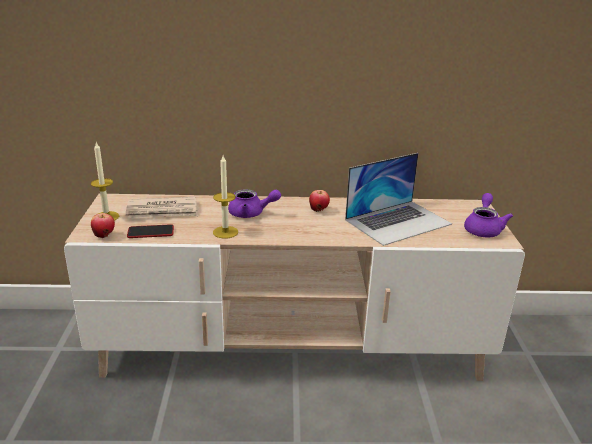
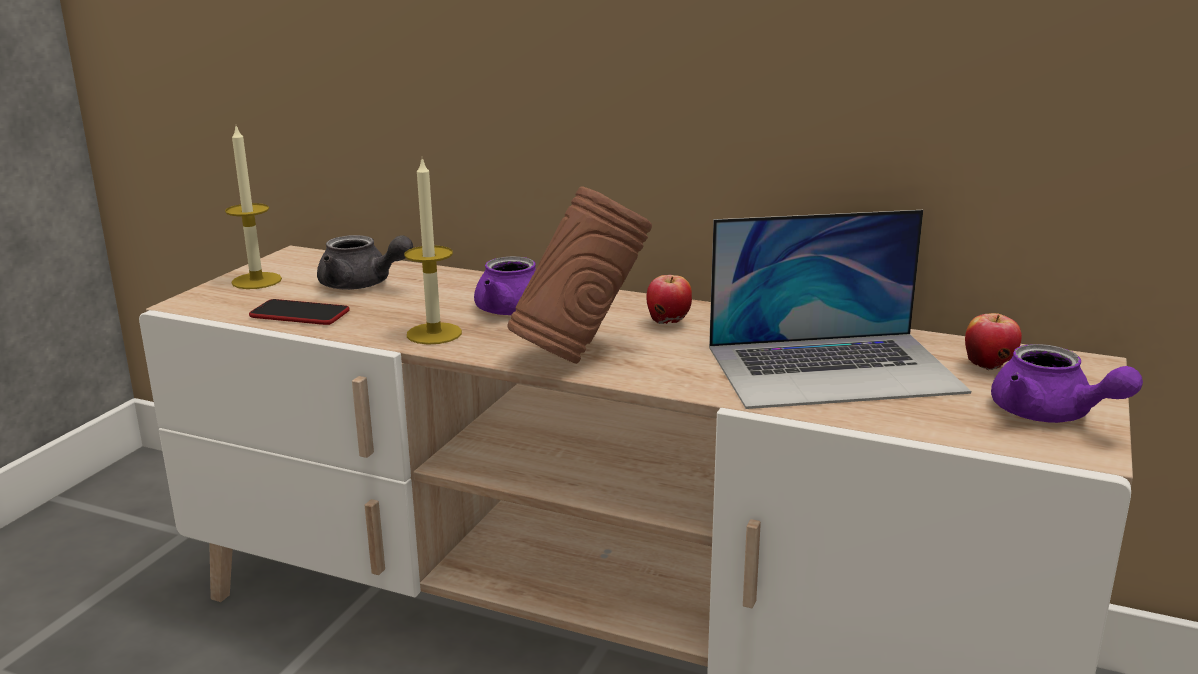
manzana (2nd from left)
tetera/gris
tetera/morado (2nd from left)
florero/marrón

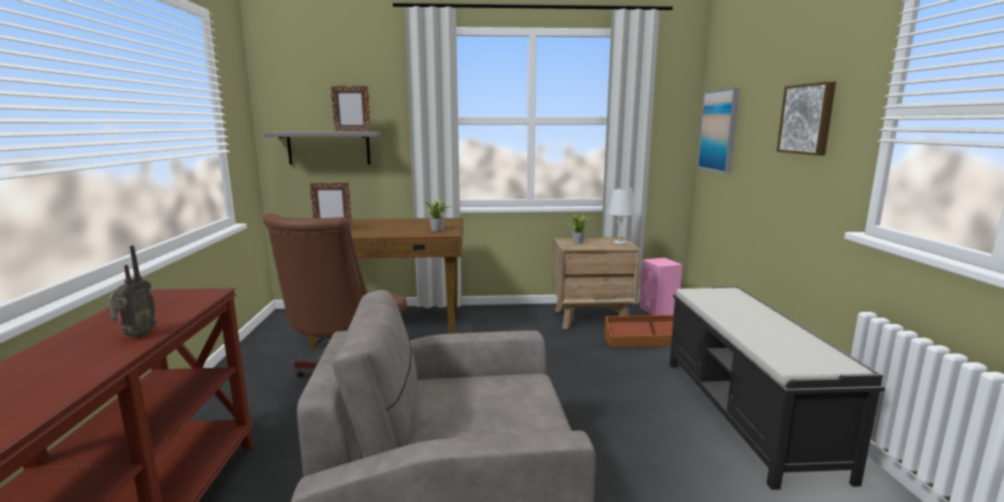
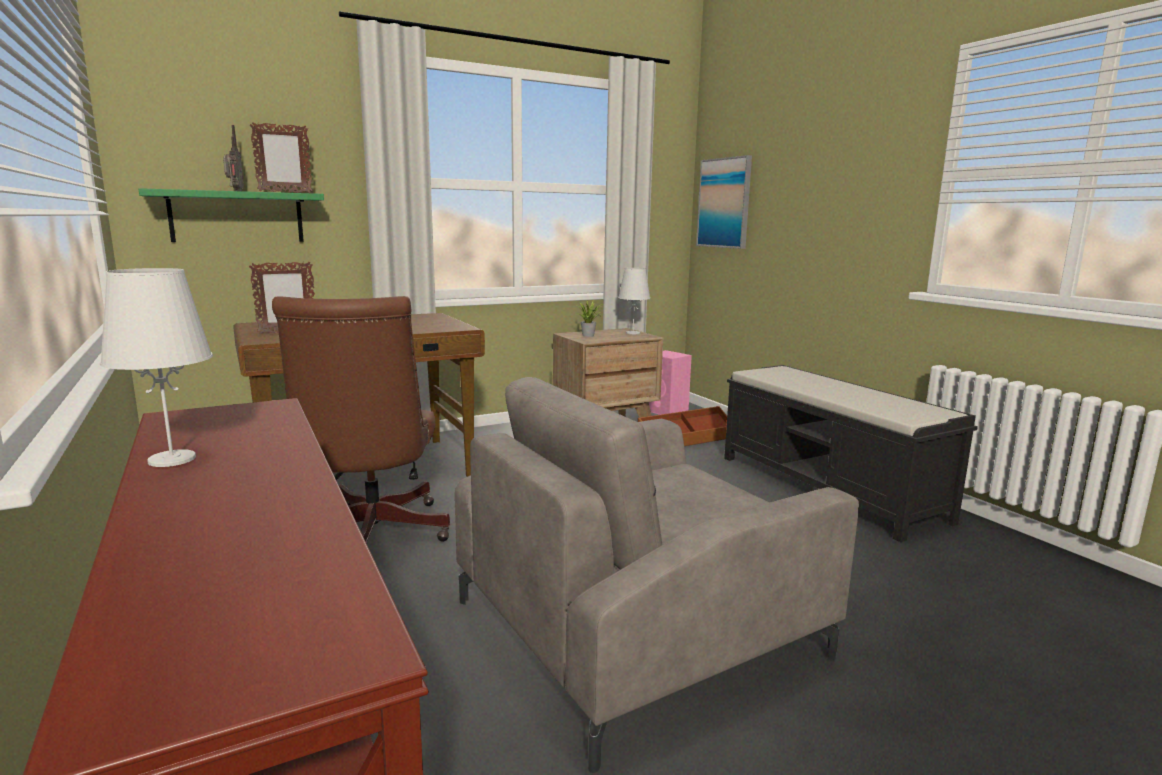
radio
estante/verde
planta en maceta (1st from left in the first image)
cuadro (2nd from left in the first image)
lámpara de mesa/blanco (1st from left)

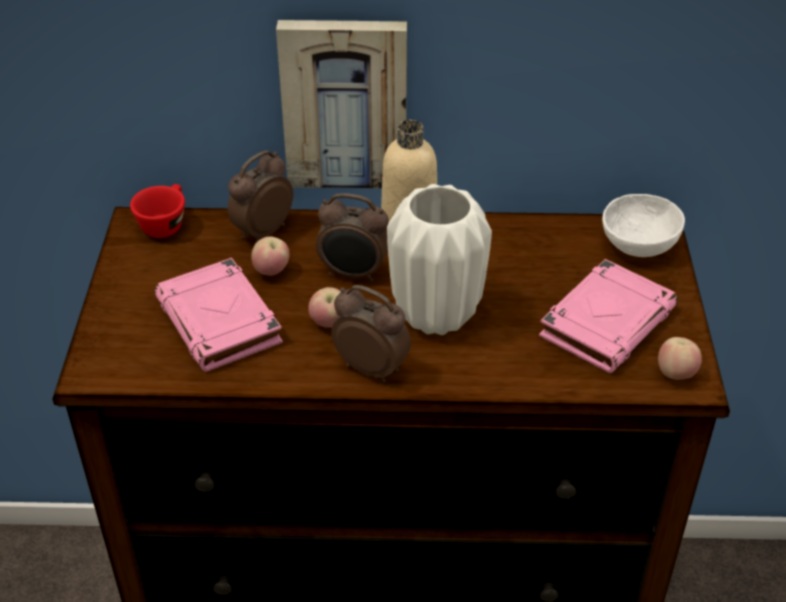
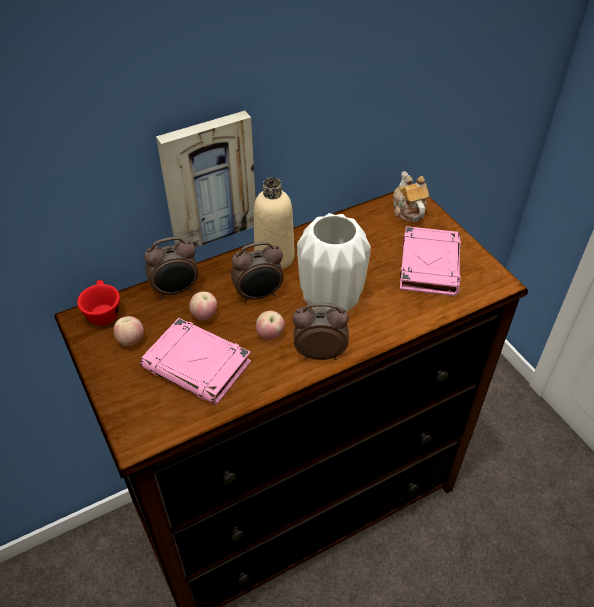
despertador (1st from left)
tetera
manzana (1st from left)

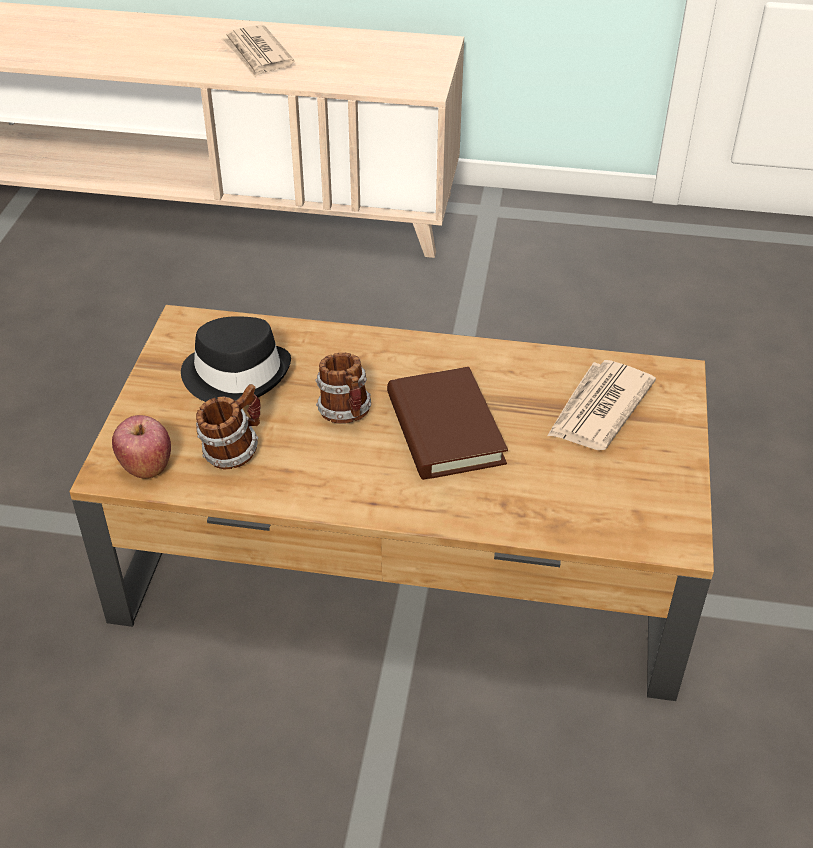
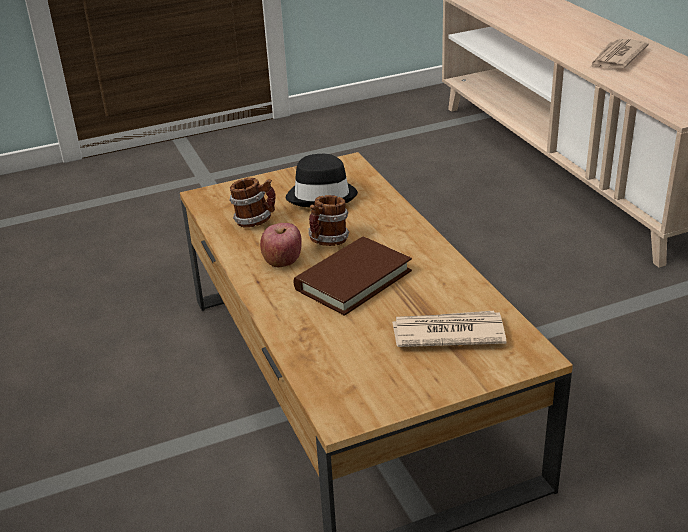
manzana

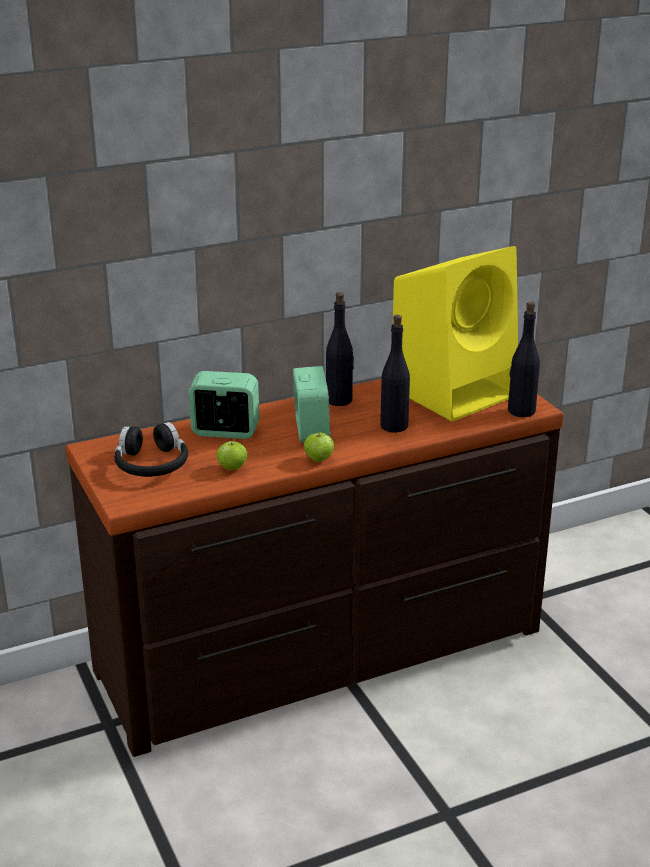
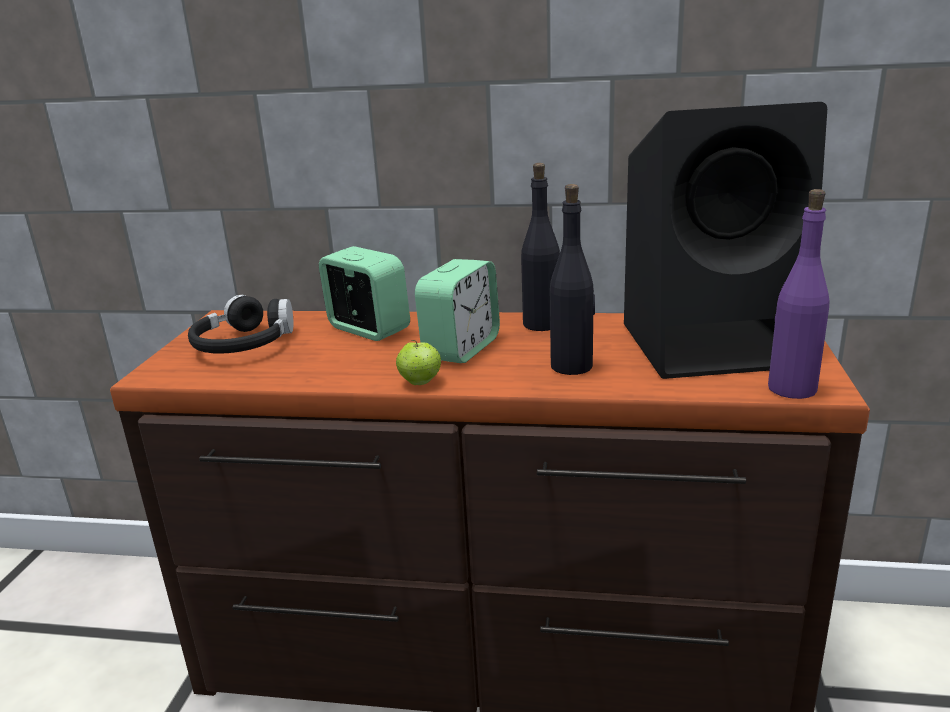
manzana (1st from left in the first image)
altavoz/negro
botella/morado

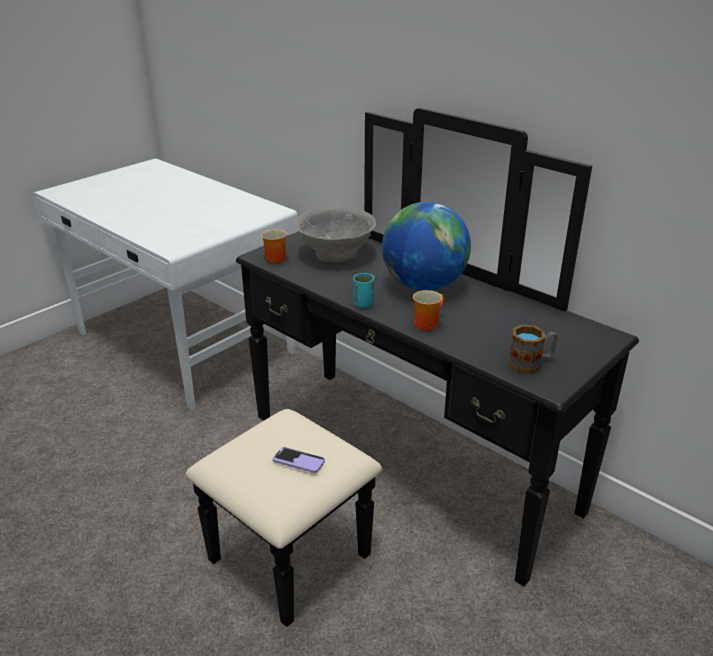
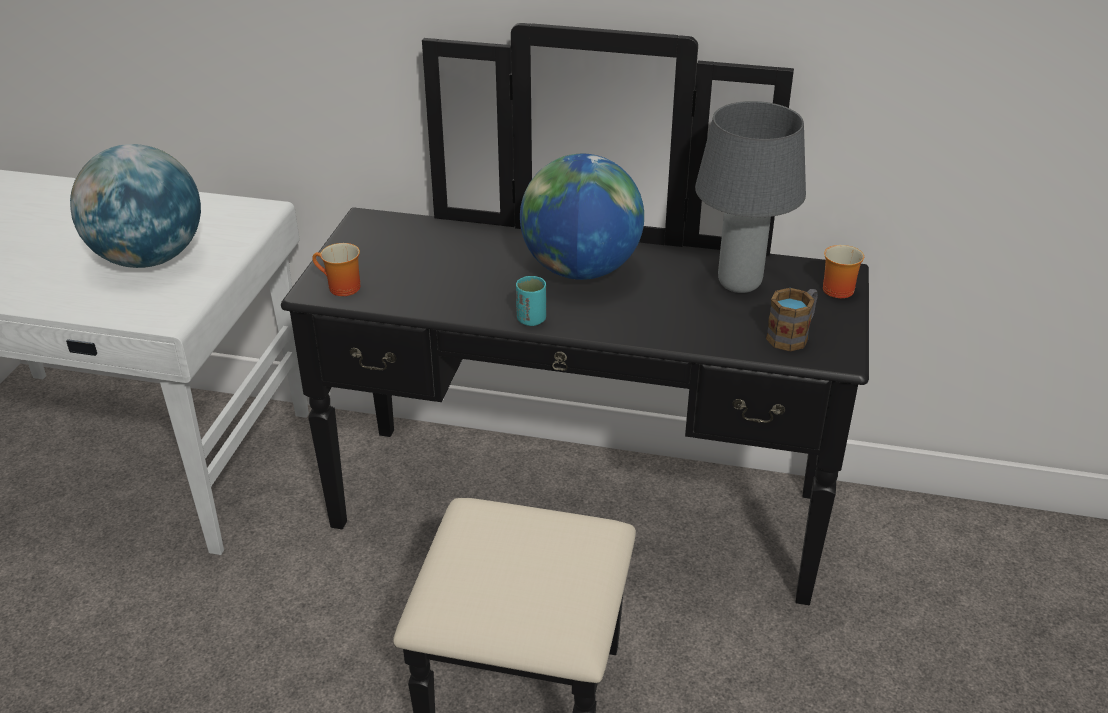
móvil
cuenco/gris
taza grande (3rd from left)
globo terráqueo (1st from left)
lámpara de mesa/gris

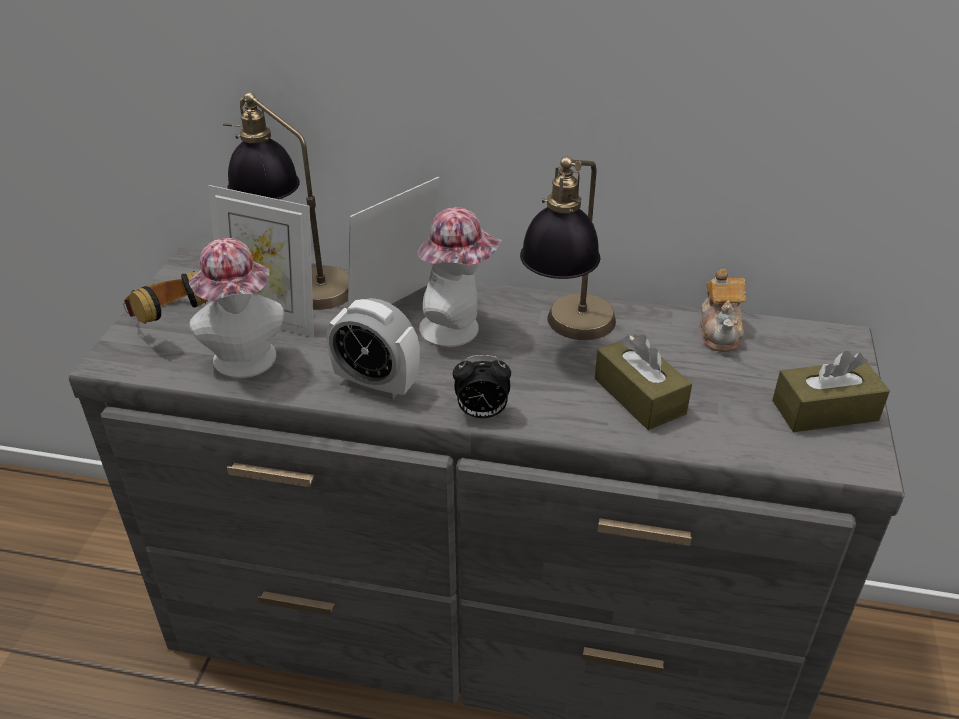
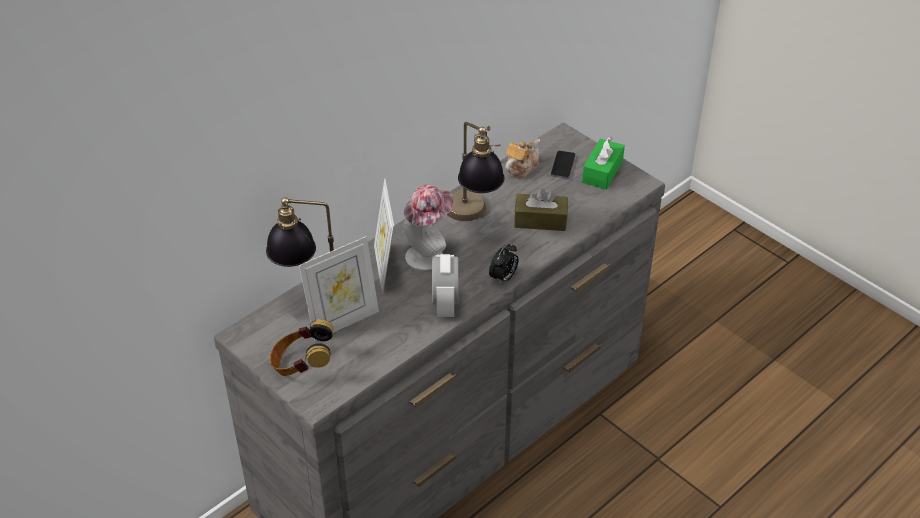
sombrero (1st from left in the first image)
despertador (1st from left)
tetera
caja de pañuelos/verde
móvil

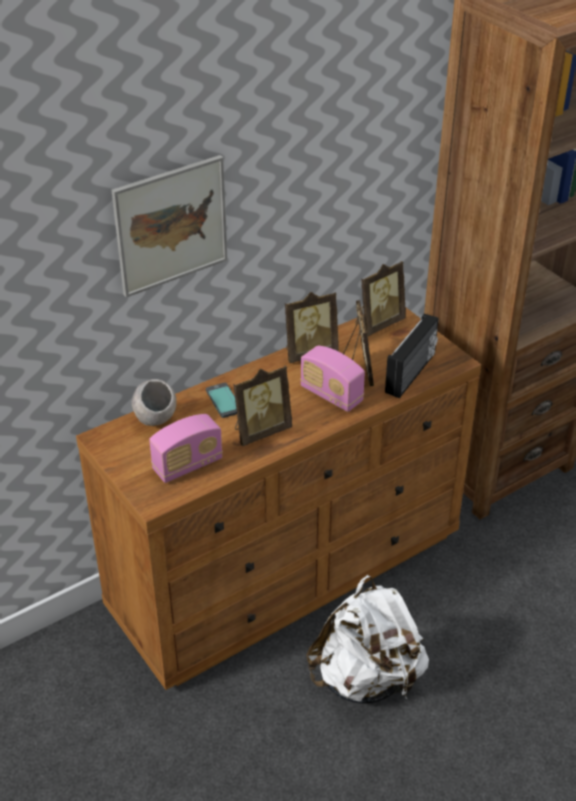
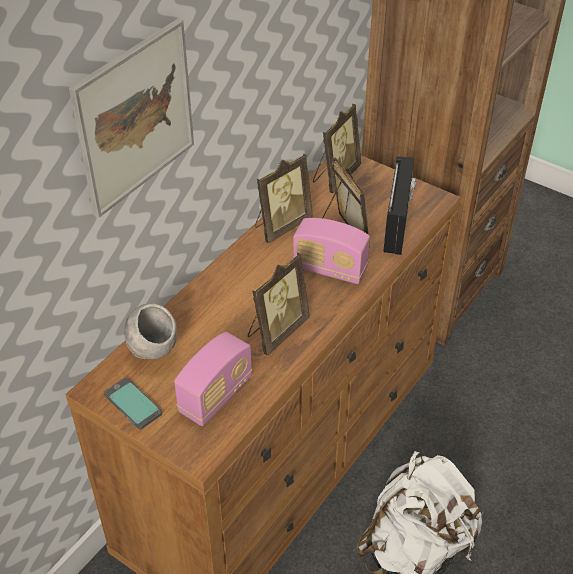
móvil

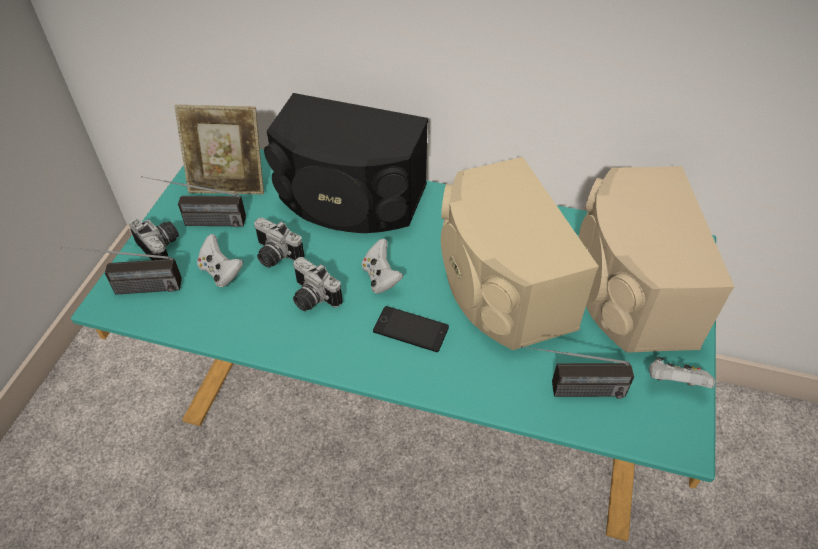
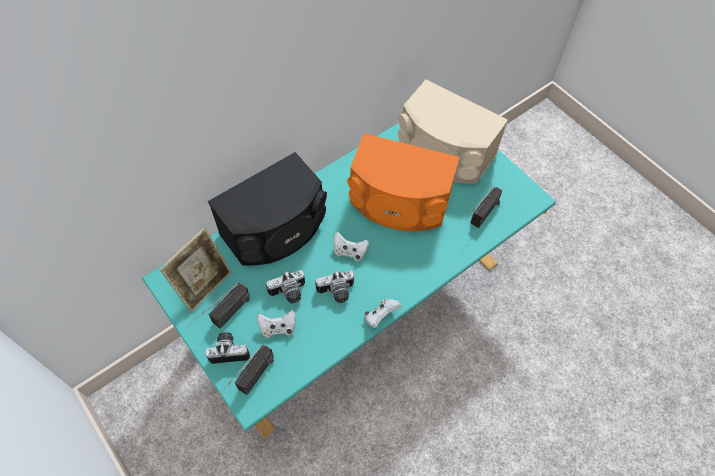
móvil
altavoz/naranja
mando de consola/blanco (3rd from left)

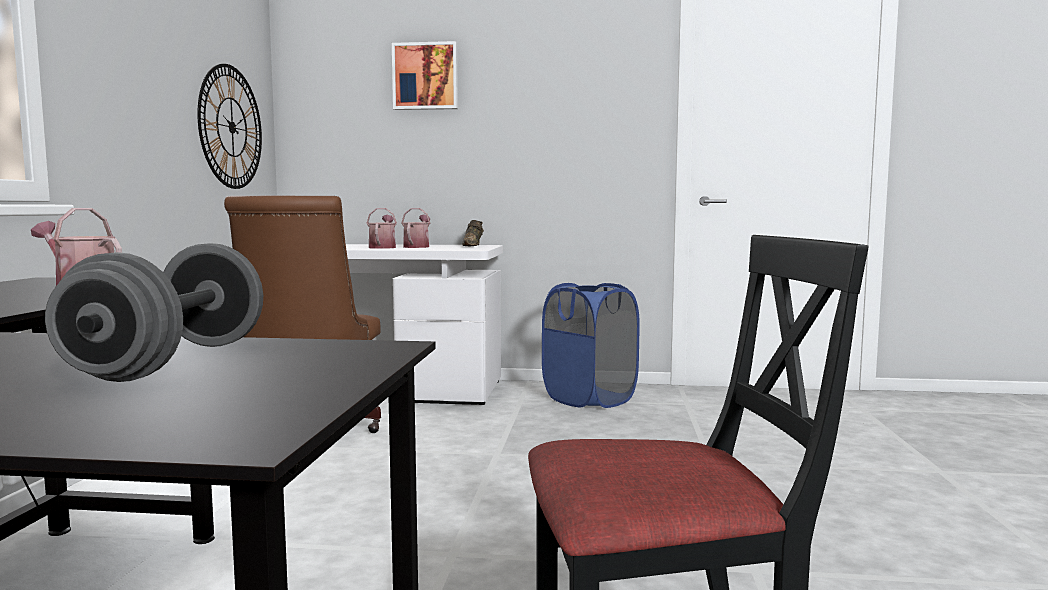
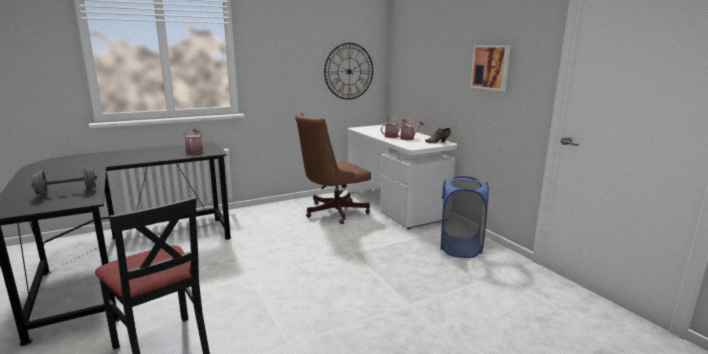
cuadro

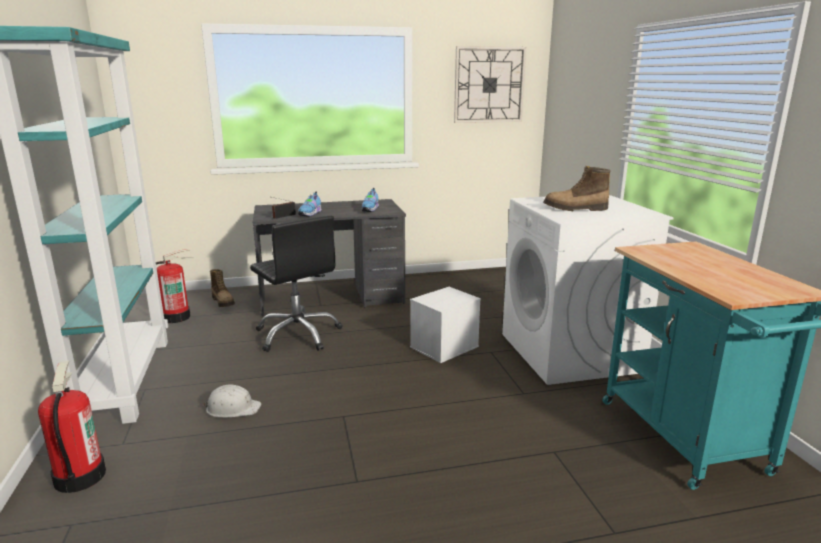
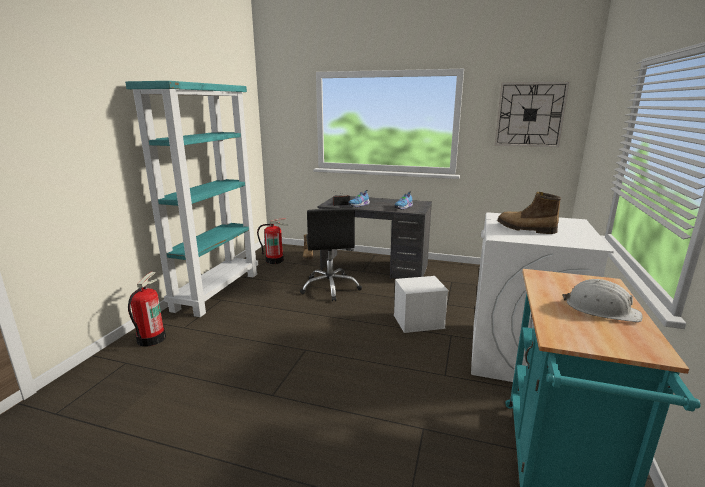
casco/blanco

